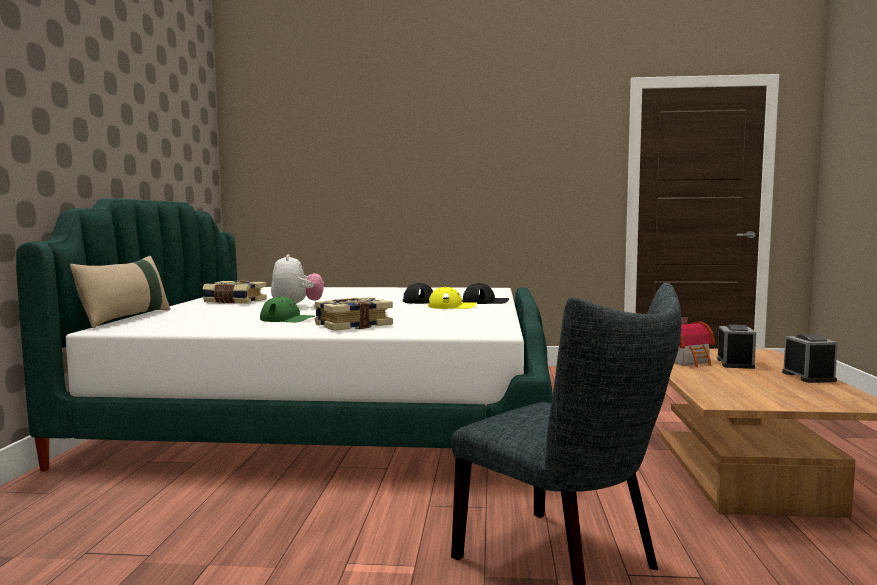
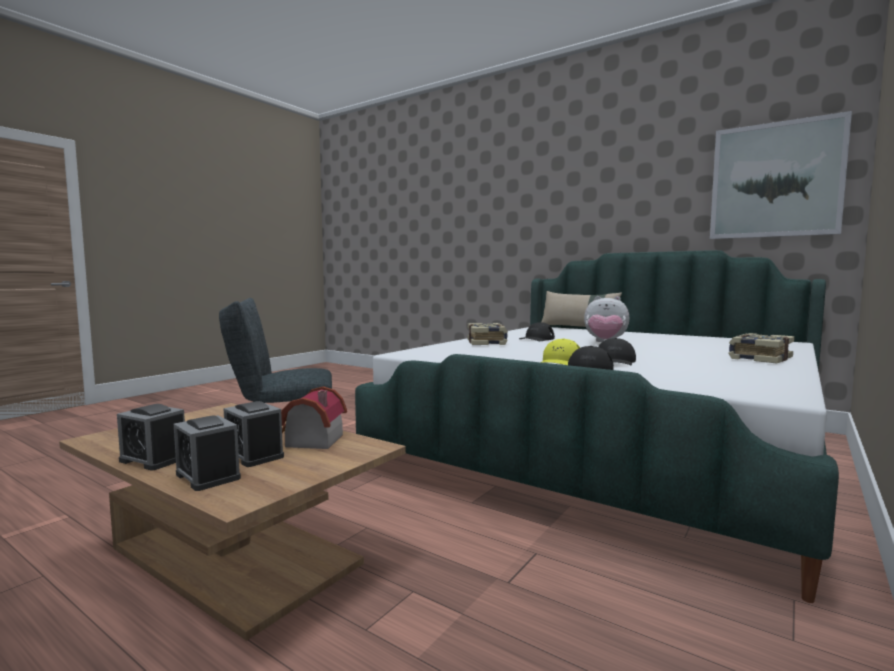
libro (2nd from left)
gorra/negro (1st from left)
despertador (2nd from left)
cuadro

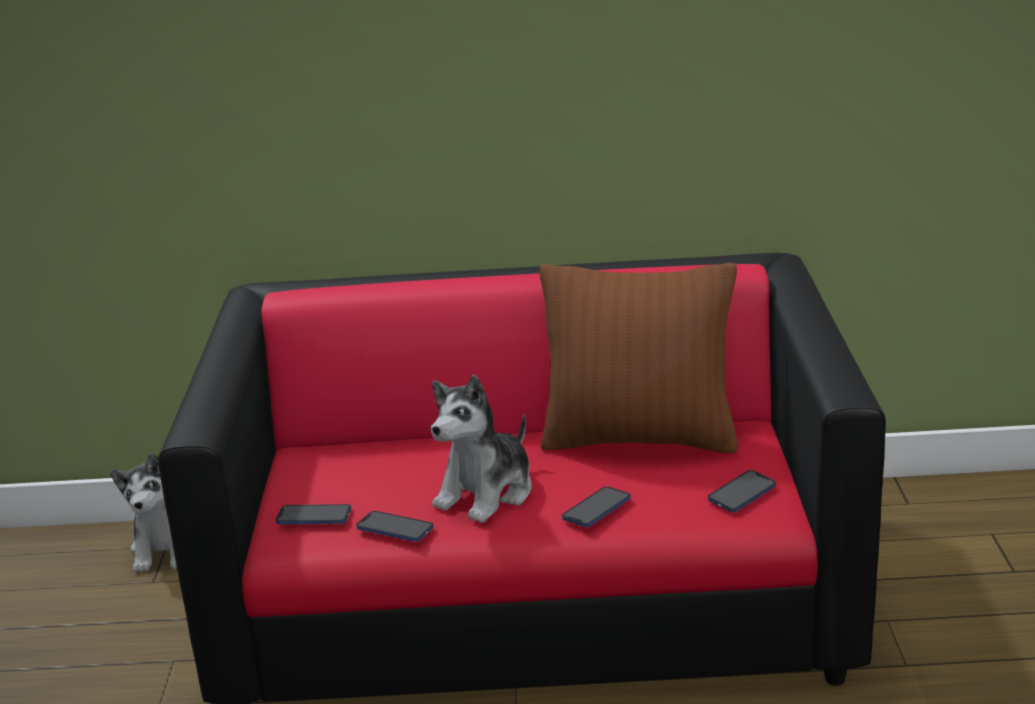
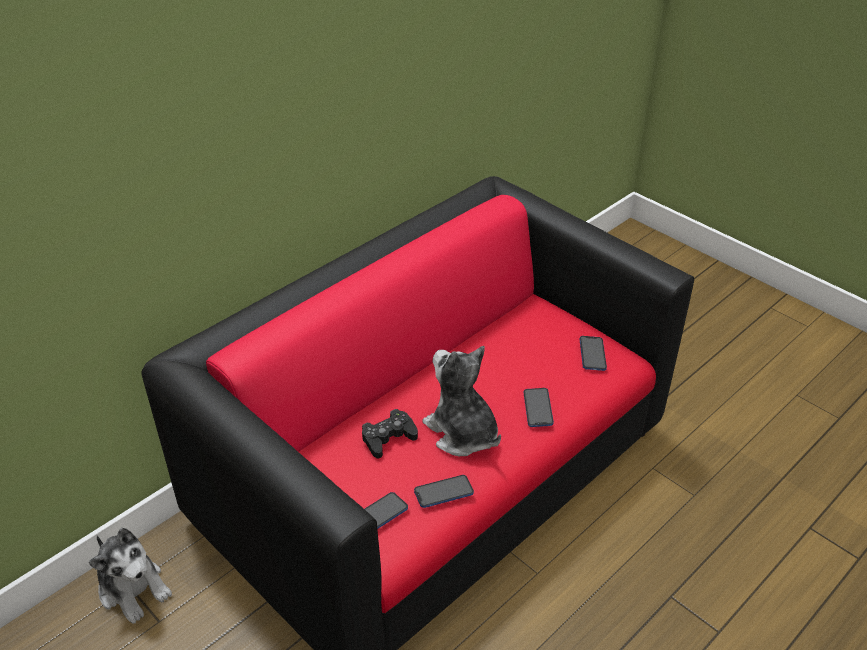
peluche (2nd from left)
cojín/marrón
mando de consola/negro

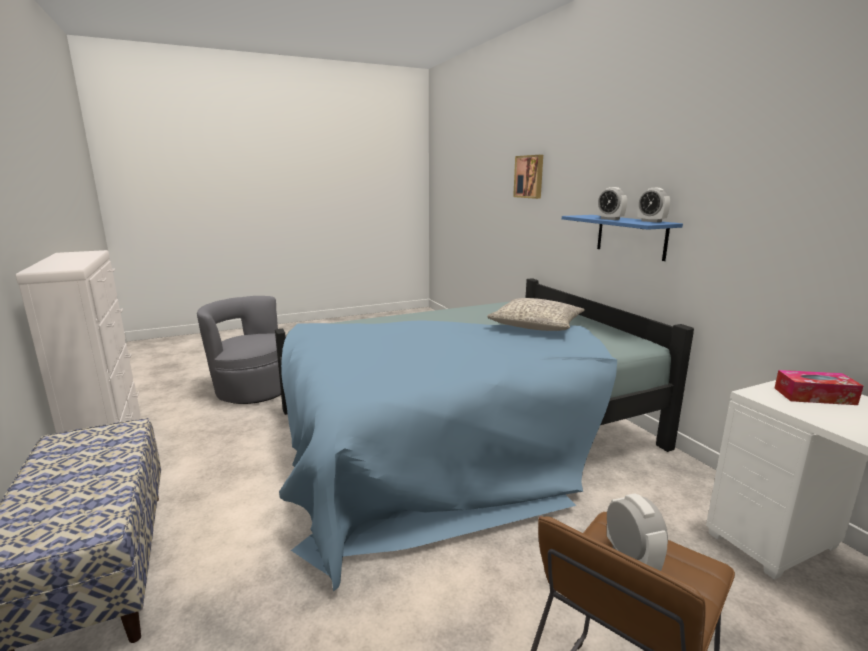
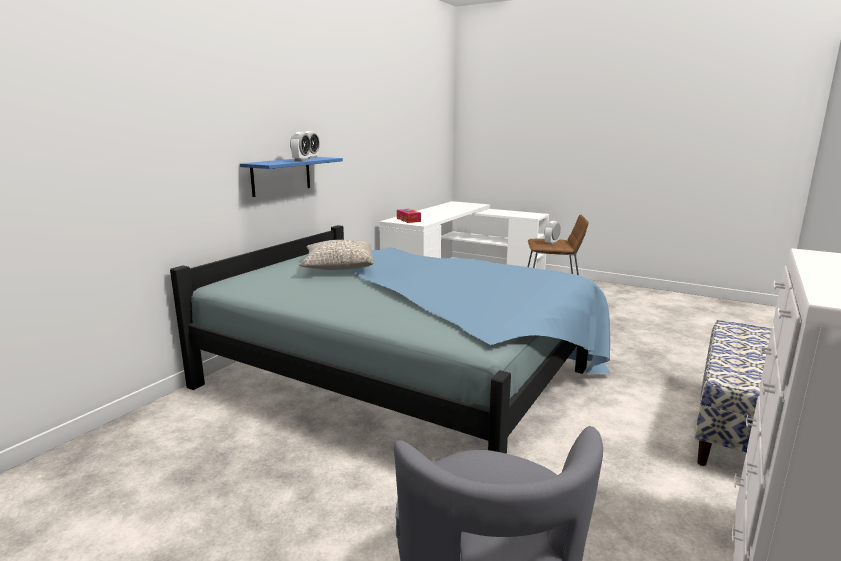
cuadro

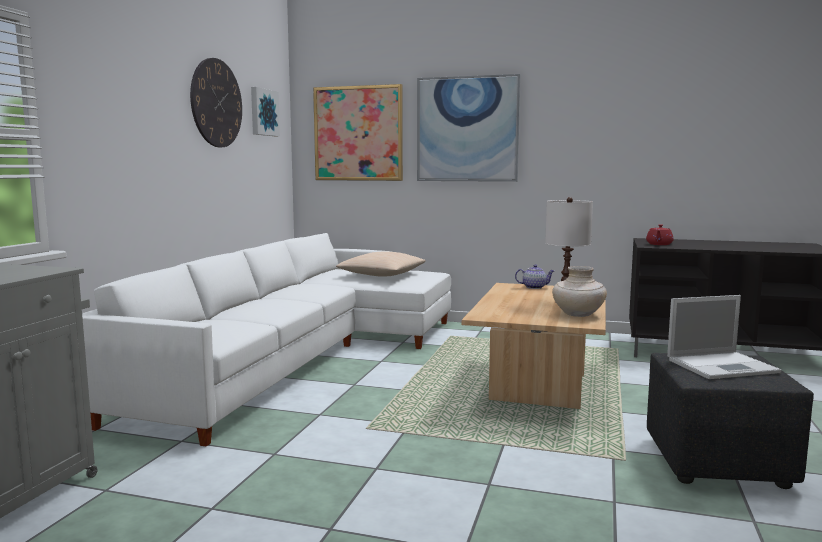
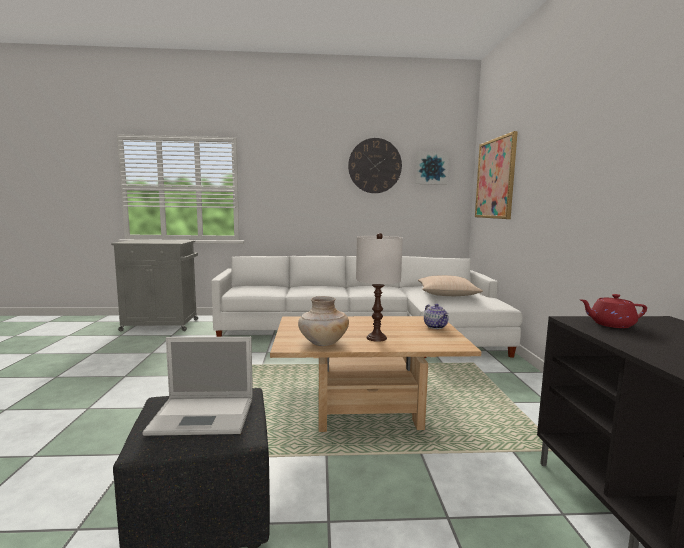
cuadro (3rd from left in the first image)
portátil

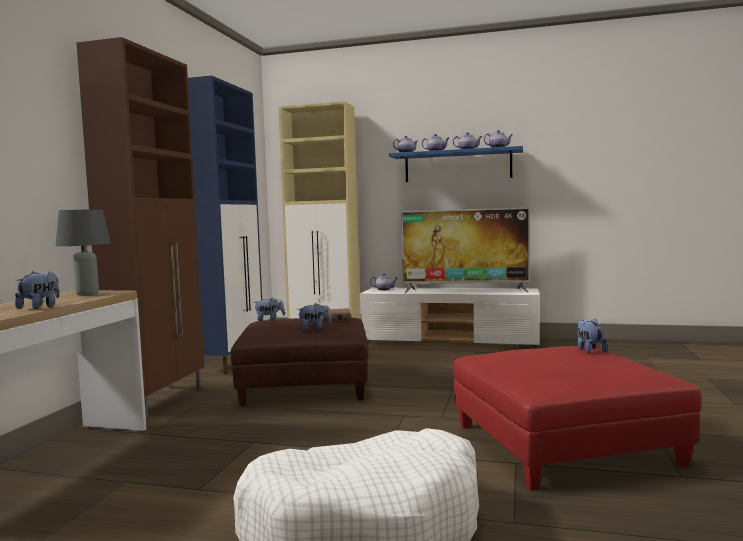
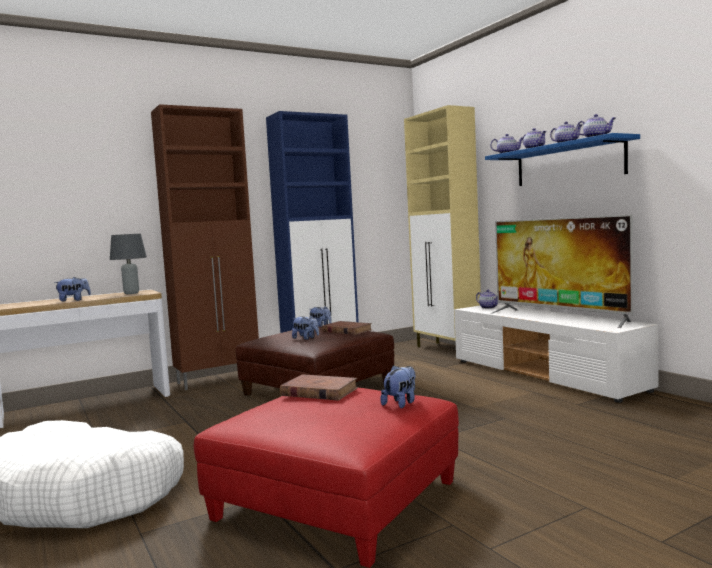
libro/marrón (1st from left)

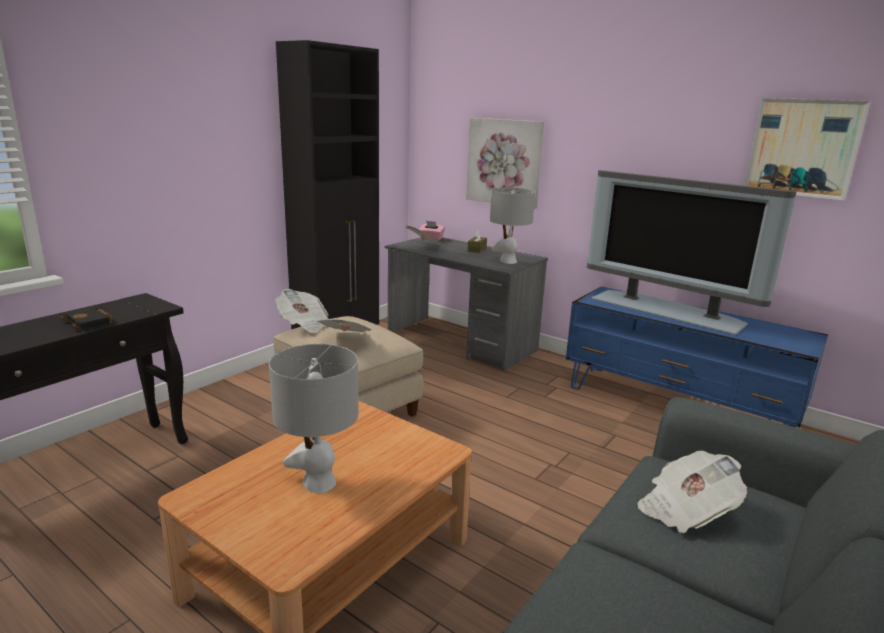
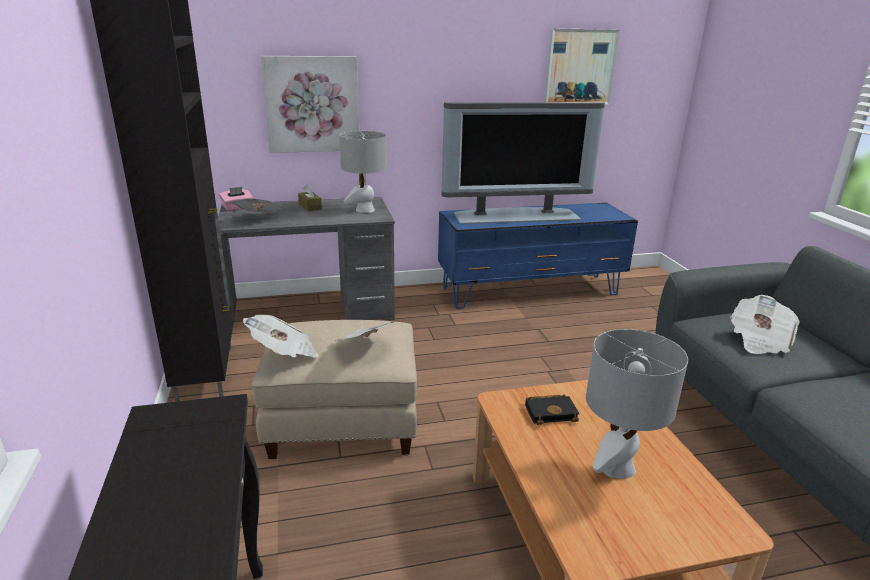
libro/negro

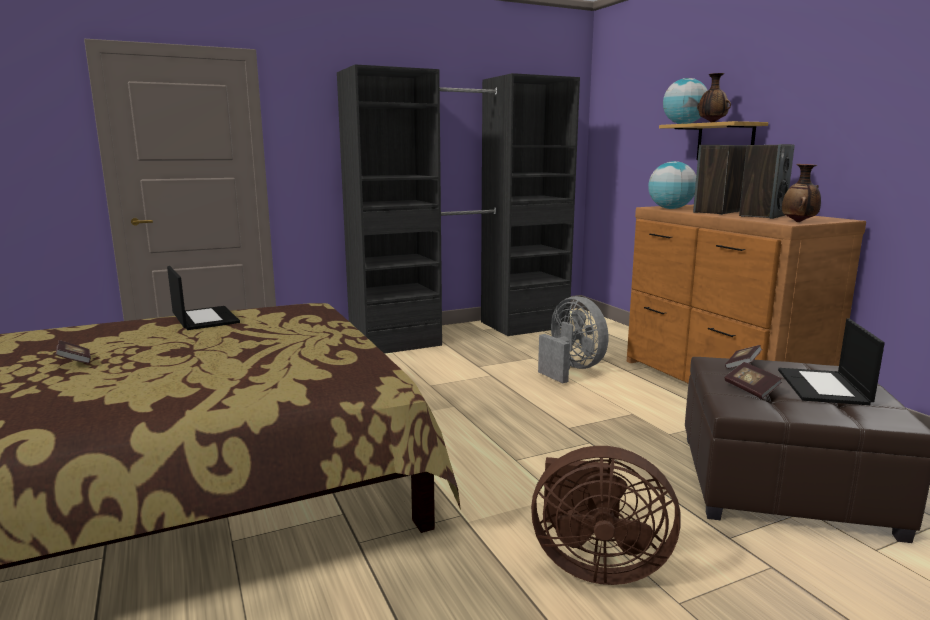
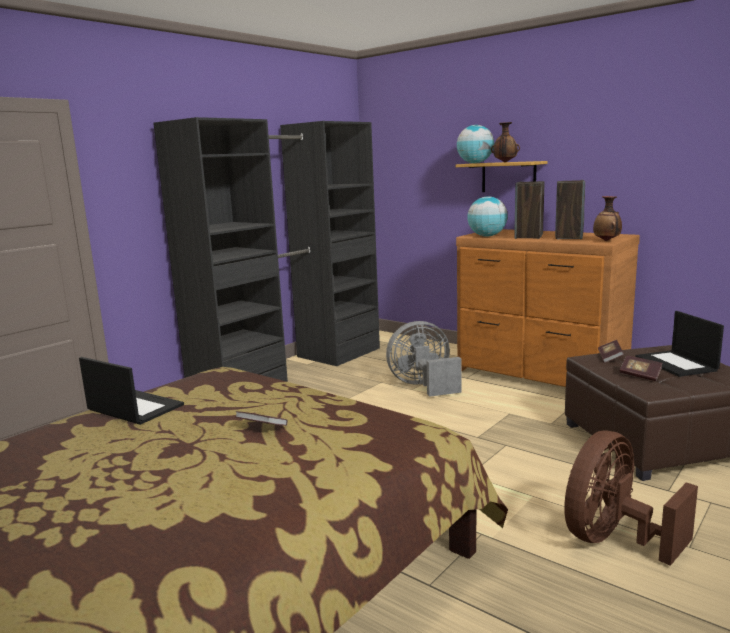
libro (1st from left)
ventilador/marrón
ventilador/gris

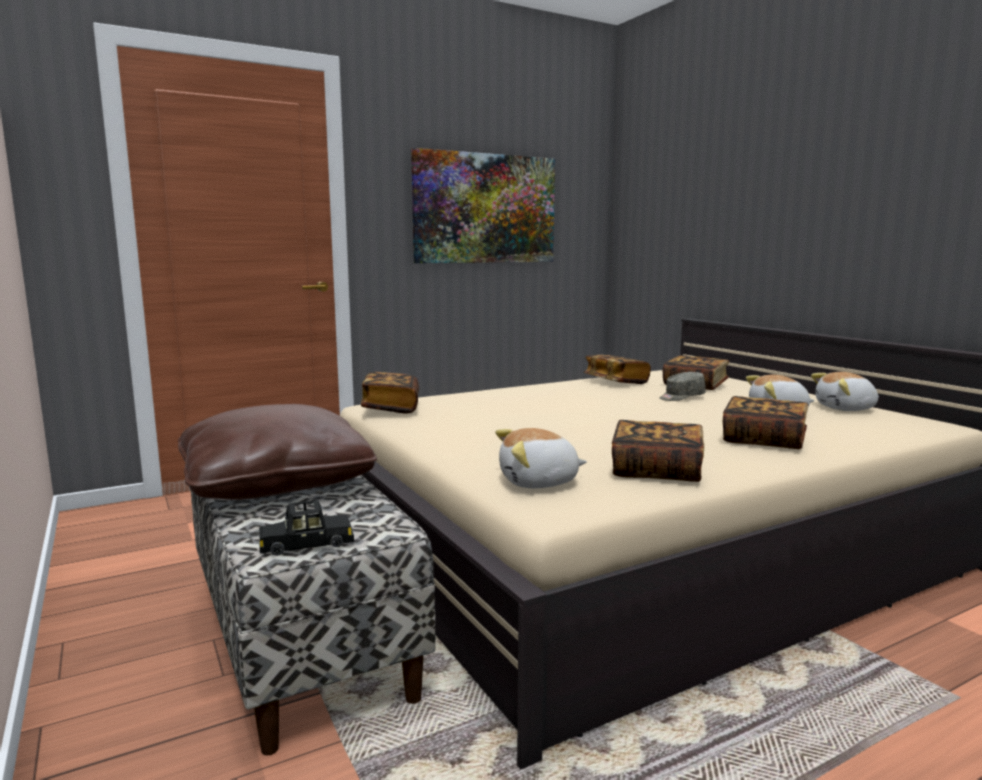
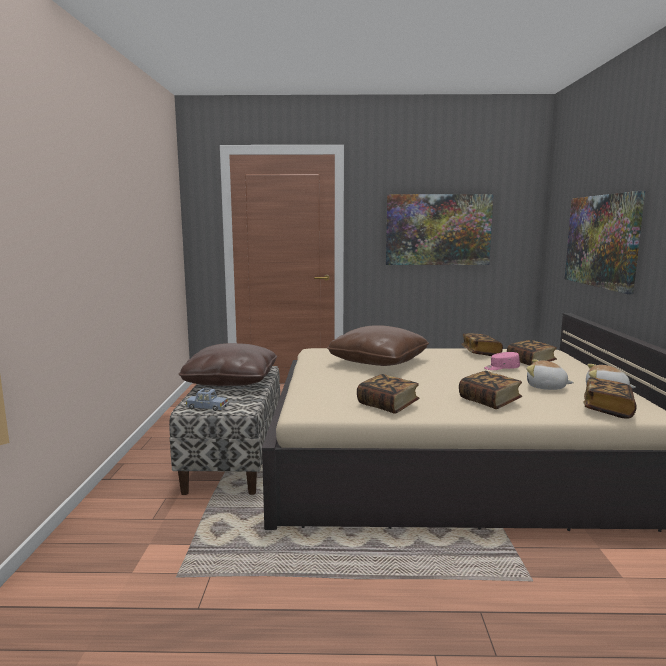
coche de juguete/azul
libro (5th from left)
peluche (1st from left in the first image)
gorra/rosa
cojín/marrón (2nd from left)
cuadro (2nd from left)

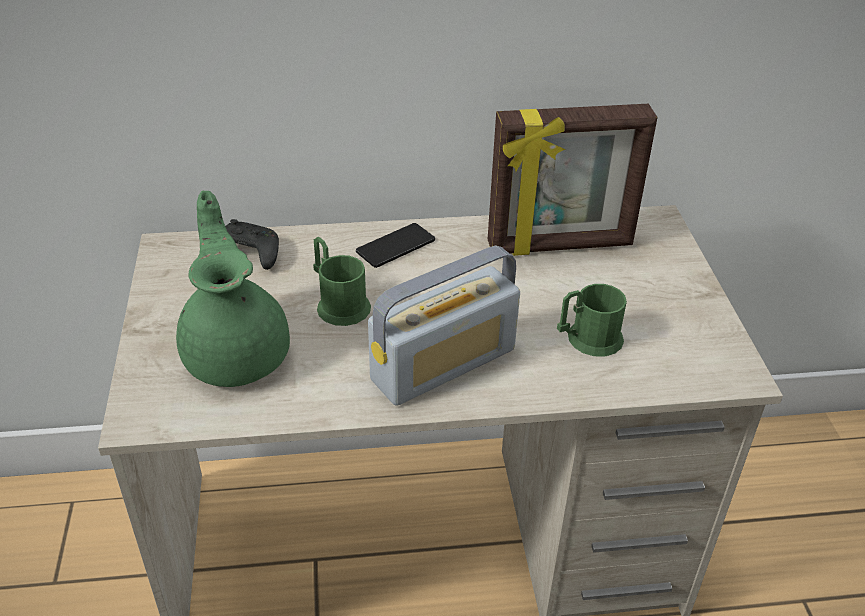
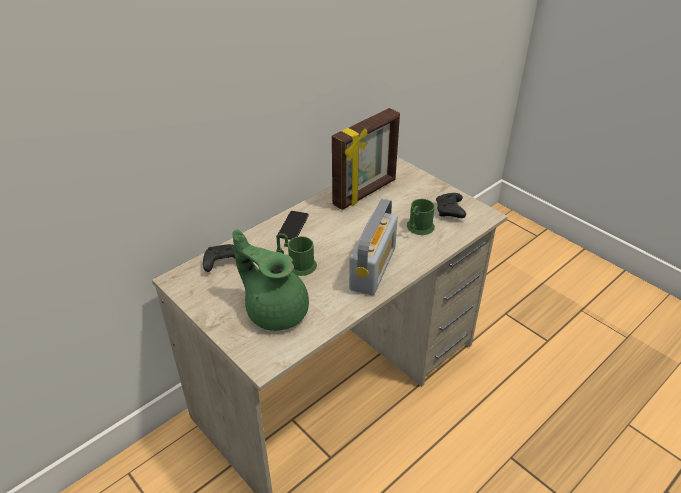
mando de consola/negro (2nd from left)

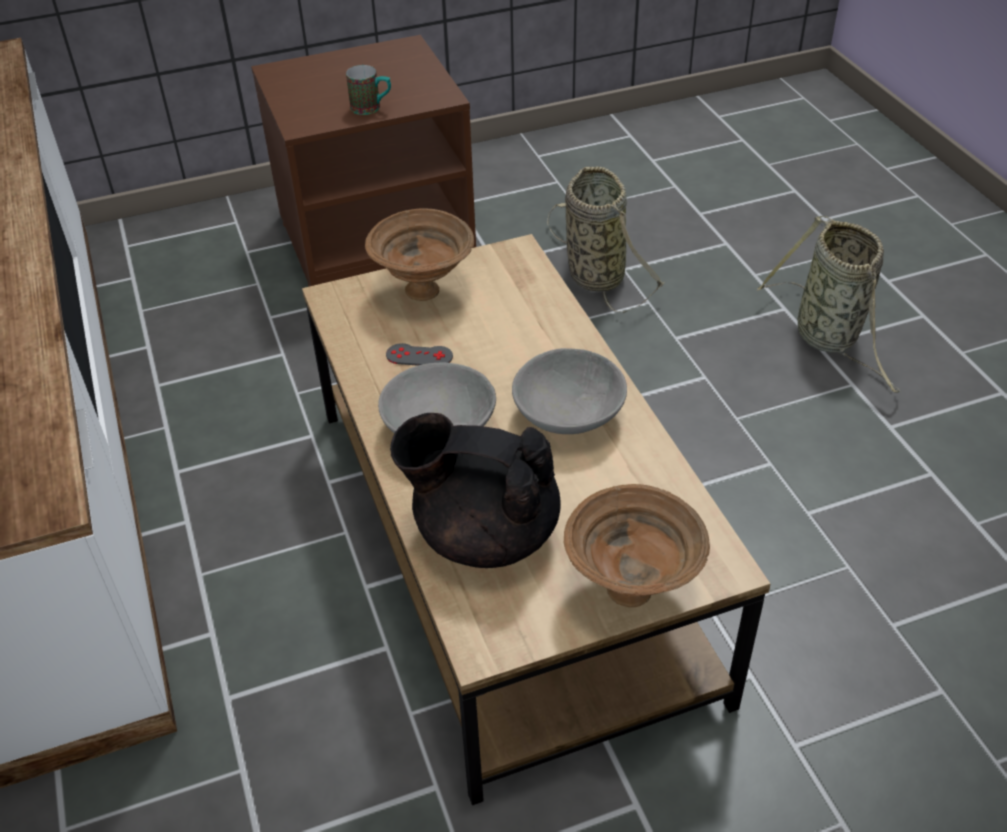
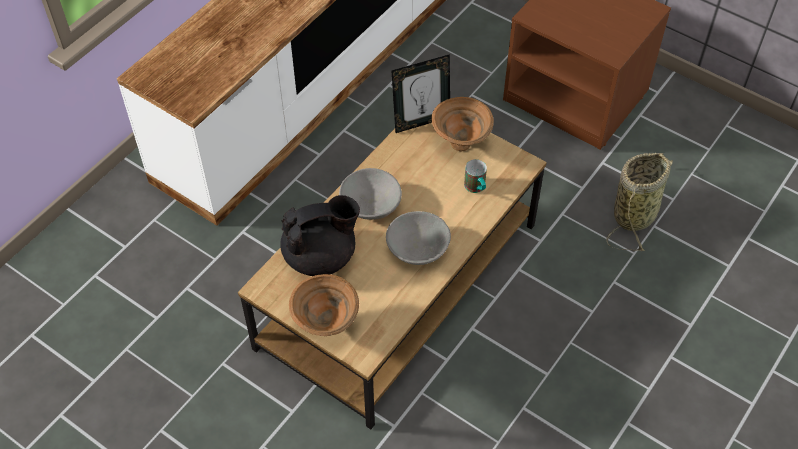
taza grande
mando de consola/gris
tetera/negro
cesta (2nd from left in the first image)
portarretratos

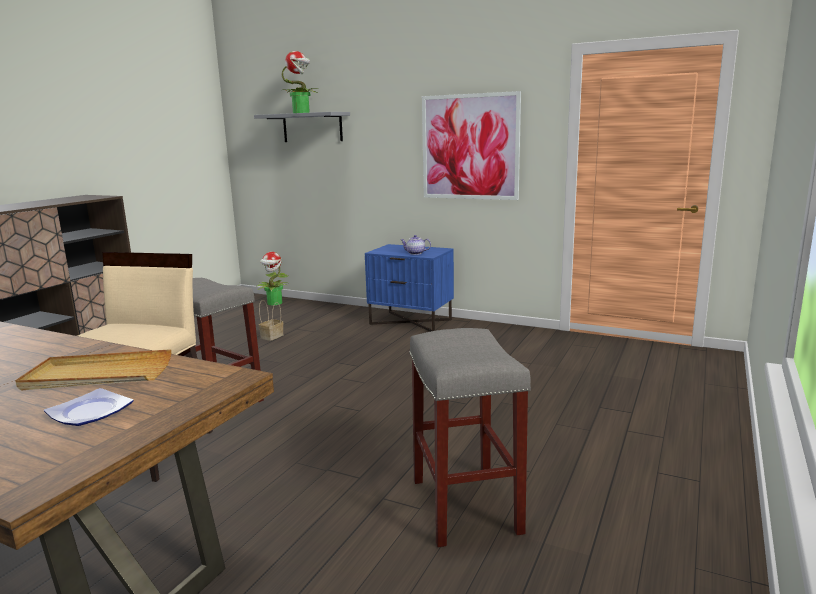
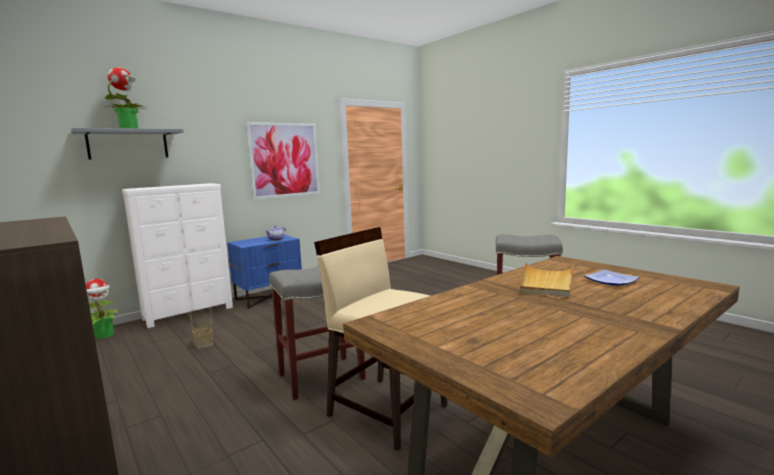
cómoda/blanco

